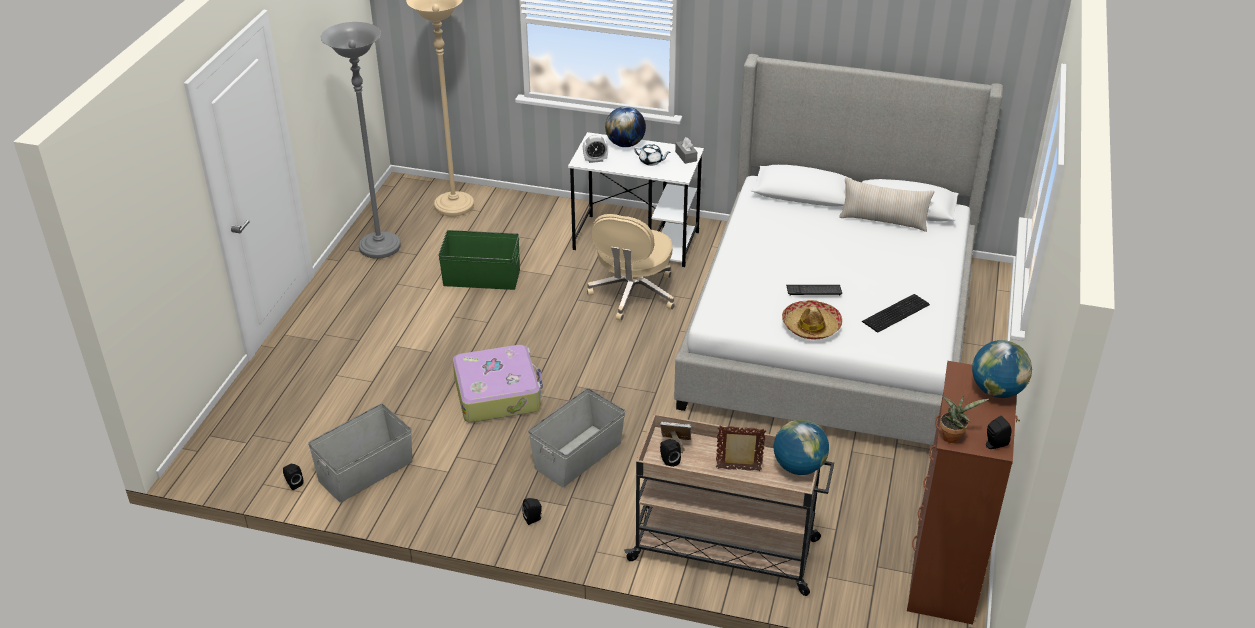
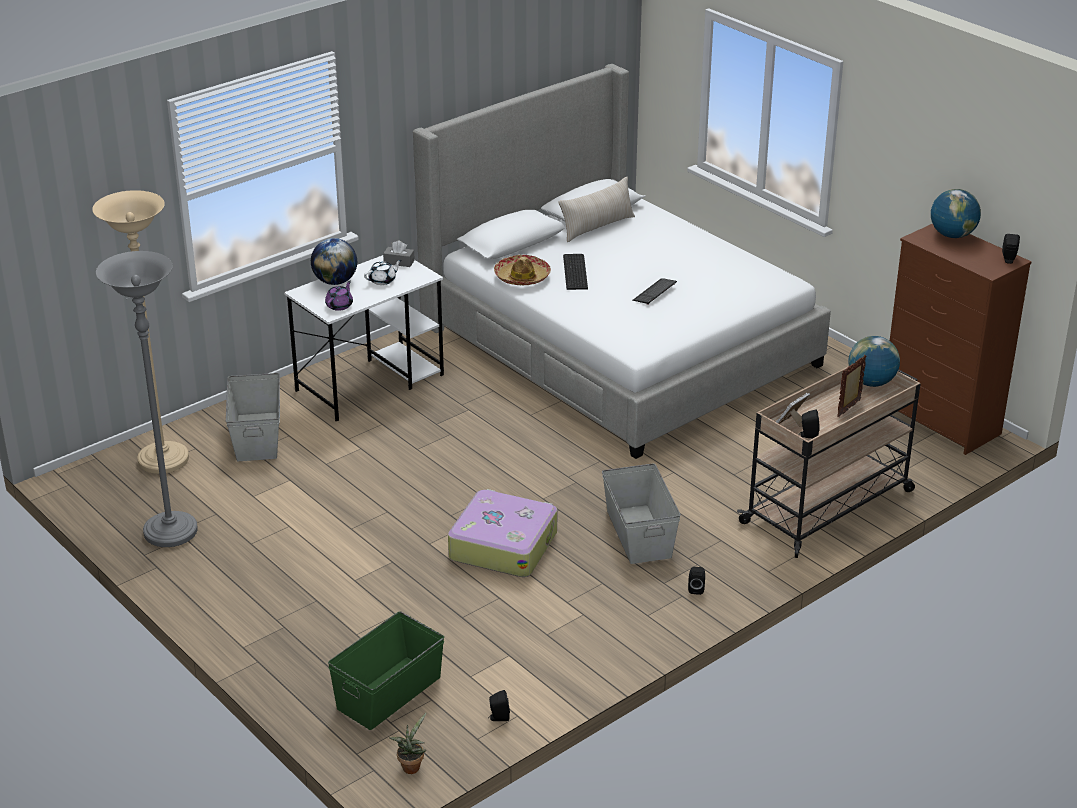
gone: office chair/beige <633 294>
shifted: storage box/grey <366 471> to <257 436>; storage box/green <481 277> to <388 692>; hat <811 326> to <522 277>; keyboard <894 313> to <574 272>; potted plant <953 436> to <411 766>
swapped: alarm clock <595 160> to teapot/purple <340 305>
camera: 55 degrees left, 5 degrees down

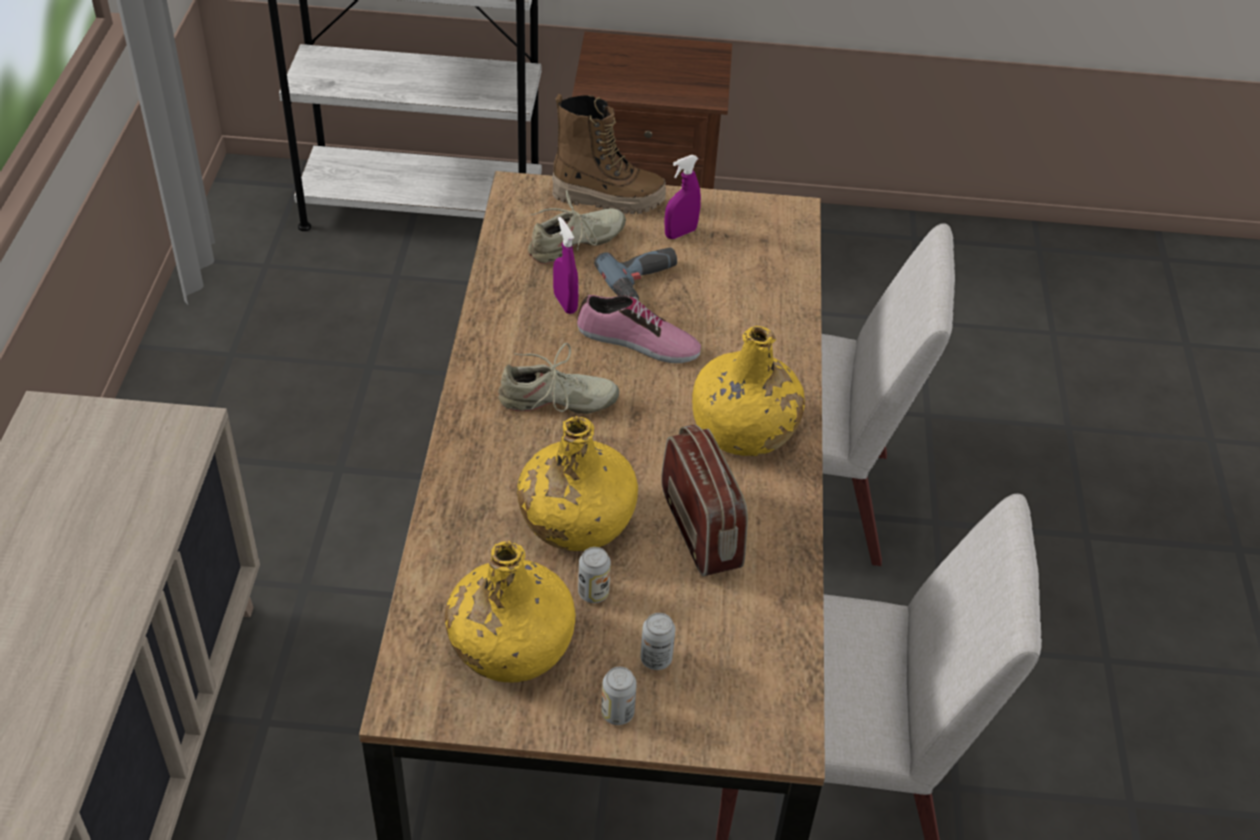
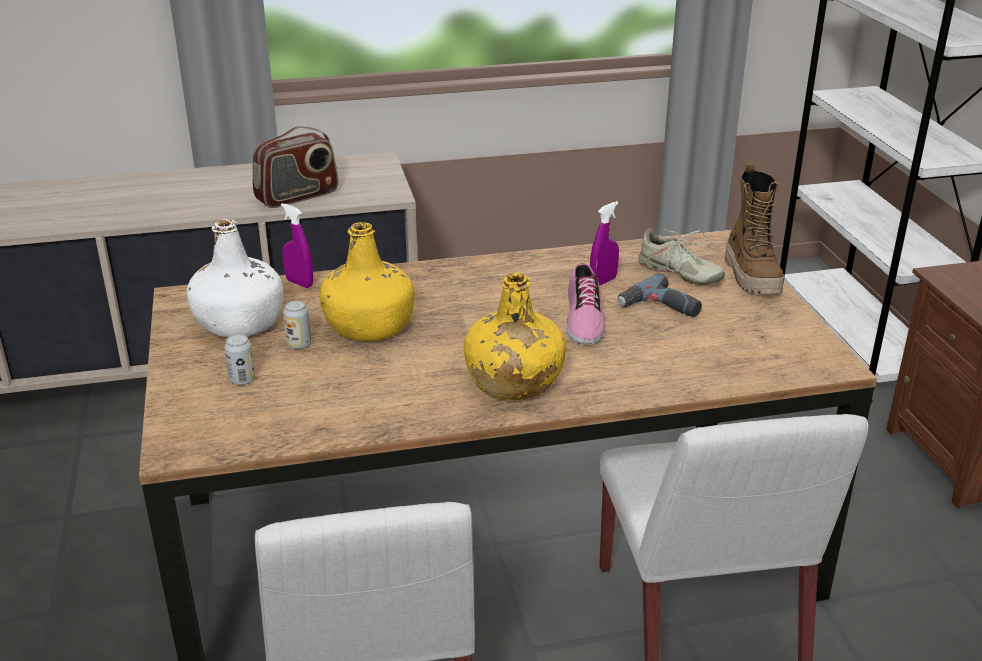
gone: shoe/beige <557 402>; can <617 713>
shifted: radio <701 529> to <297 196>; spray bottle/purple <680 233> to <299 283>
repainted: bottle/yellow <511 644> to bottle/white <240 322>
camera: 75 degrees right, 15 degrees down

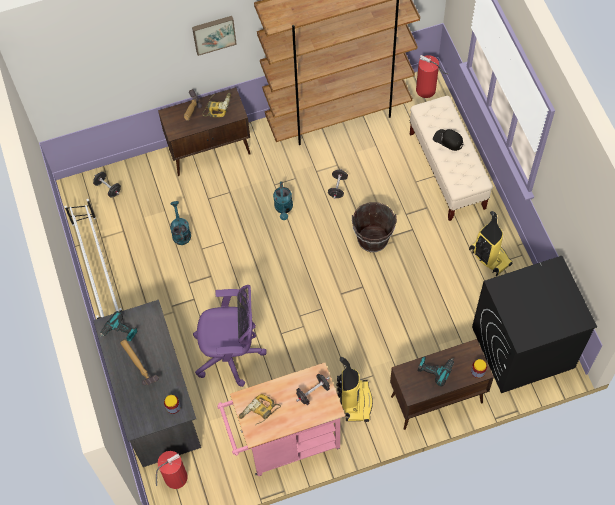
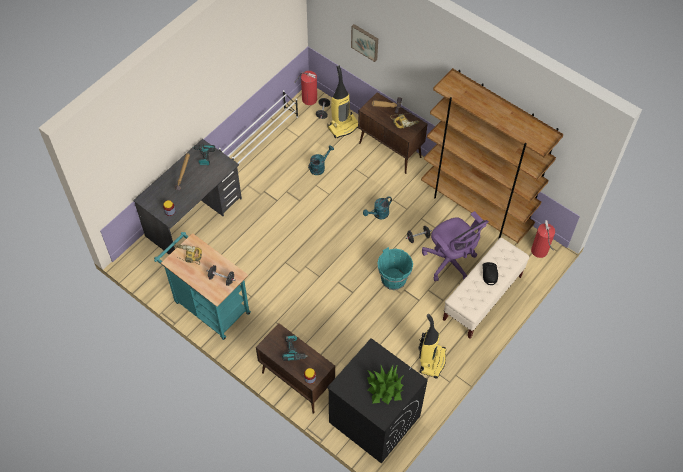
new: potted plant <385 388>
shifted: fire extinguisher <174 478> to <308 99>; picture <213 34> to <365 42>; office chair/purple <231 355> to <450 262>; vacuum cleaner <355 401> to <343 126>
repainted: cart/pink <284 442> to cart/turquoise <209 305>; bucket/brown <372 239> to bucket/turquoise <393 279>
camera: 55 degrees right, 5 degrees down

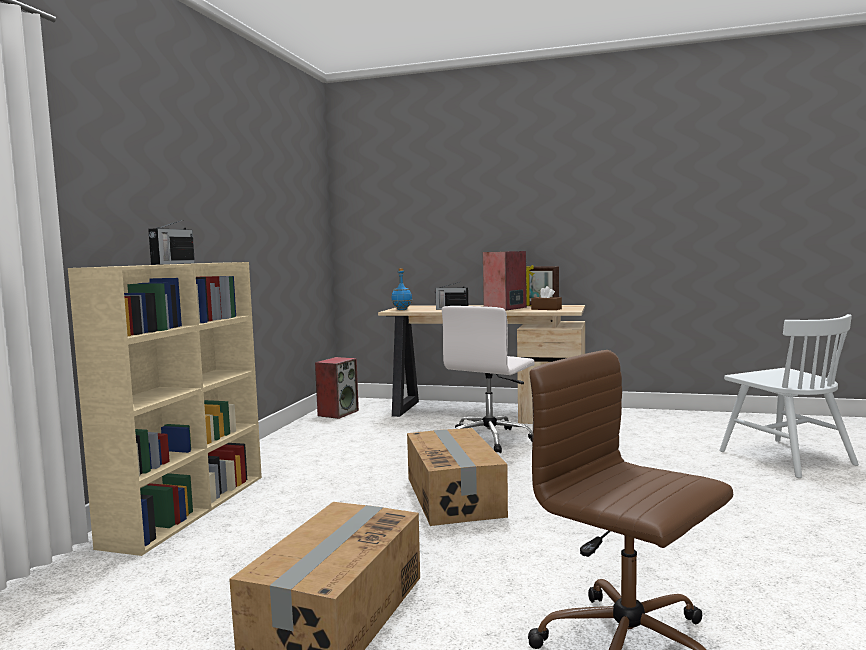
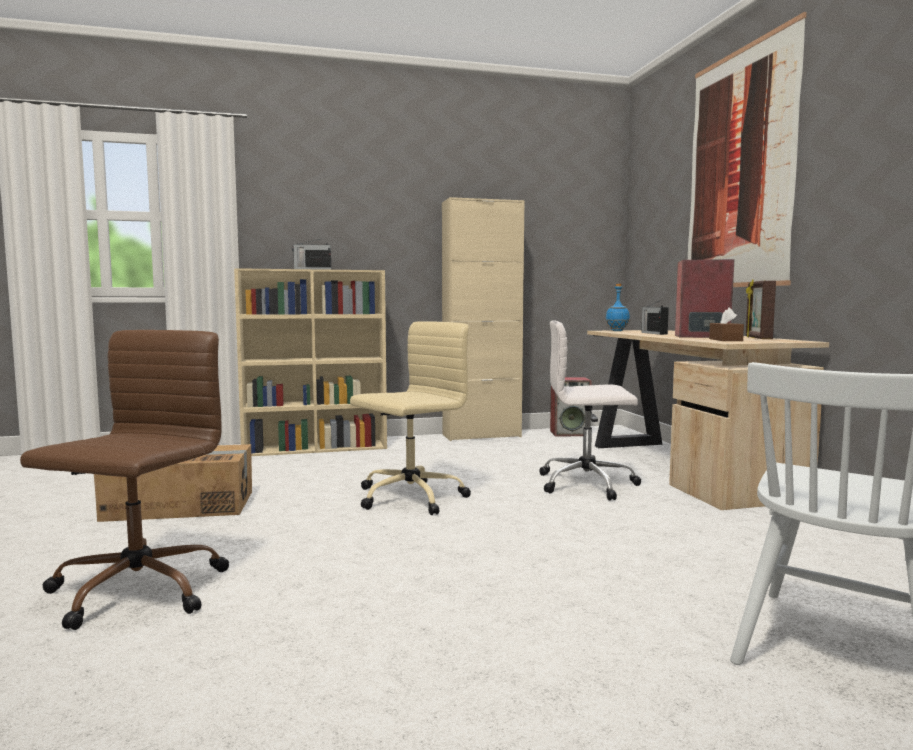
new: cabinet/beige <481 435>; picture <739 169>
swapped: cardboard box <455 496> to office chair/beige <409 498>
camera: 60 degrees right, 0 degrees up

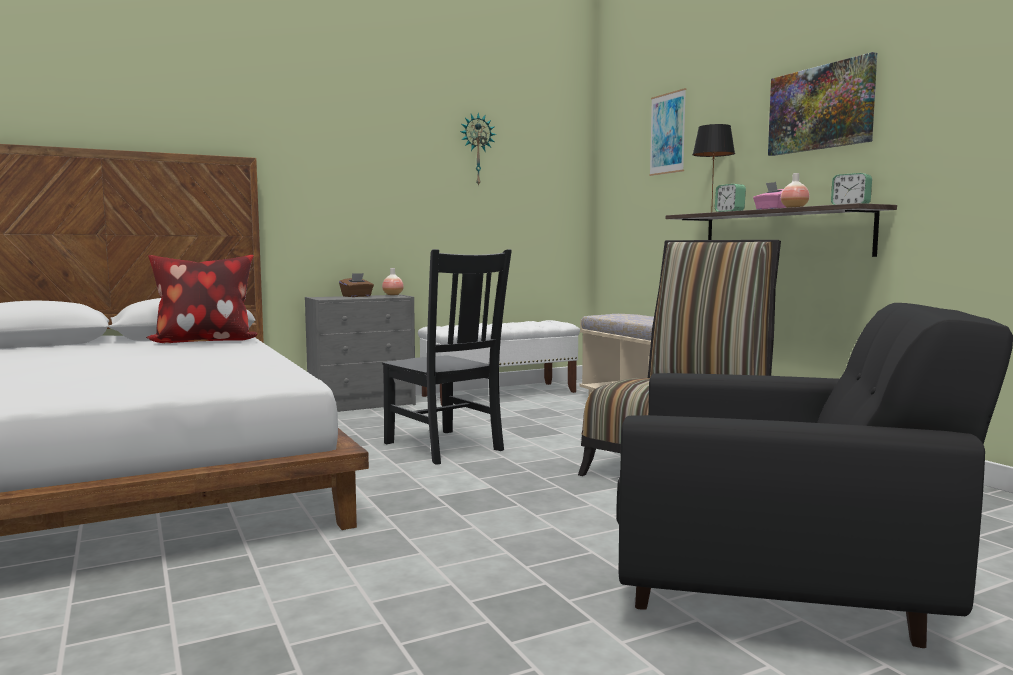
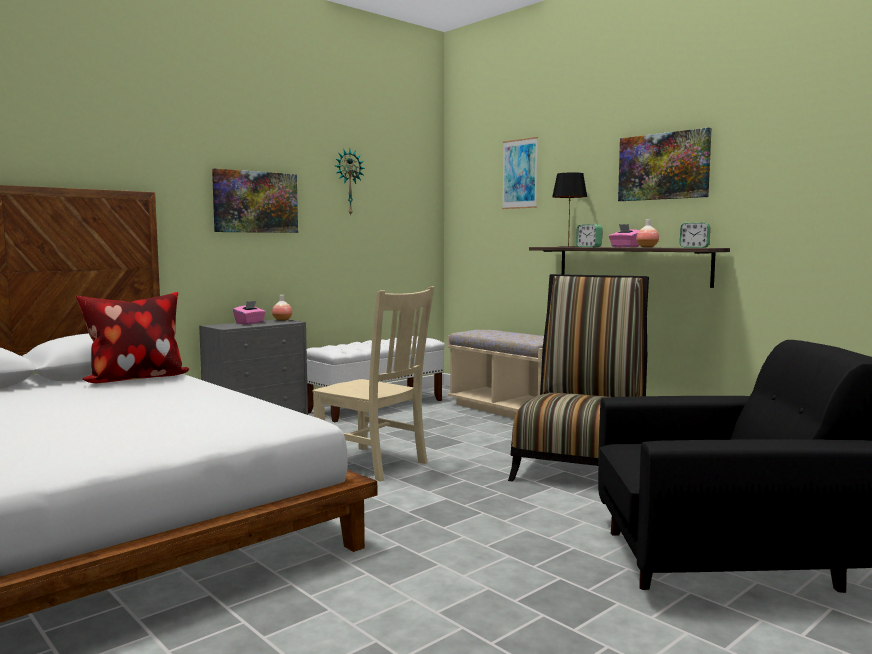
new: picture <255 202>
repainted: tissue box/brown <357 296> to tissue box/pink <250 323>; chair/black <445 447> to chair/beige <374 464>
camera: 15 degrees left, 0 degrees up

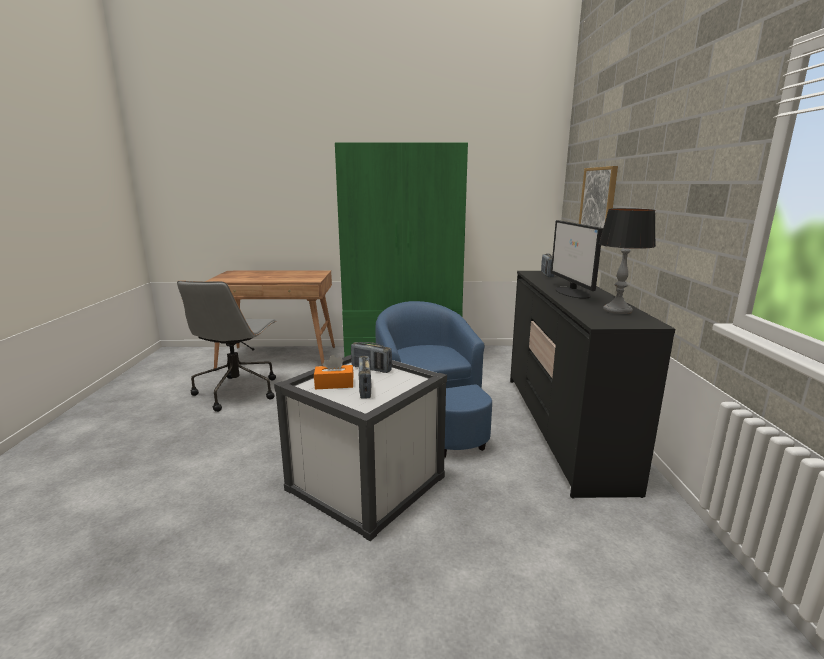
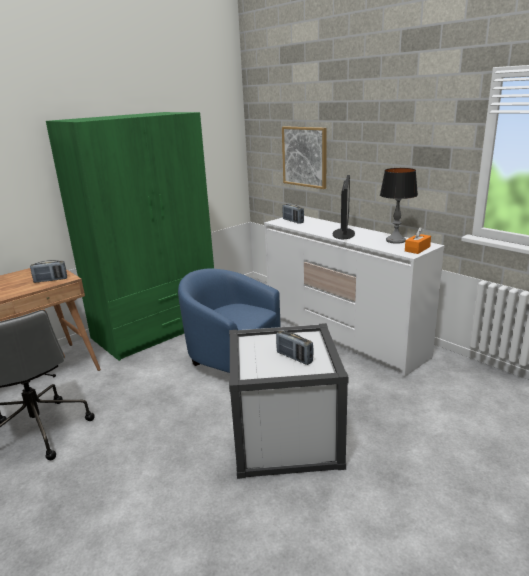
shifted: tissue box/orange <334 384> to <417 249>; radio <371 369> to <51 280>
repainted: dresser/black <562 427> to dresser/white <343 336>
rotated: monitor <572 292> = <344 233> 120 degrees counterclockwise
camera: 40 degrees left, 5 degrees up

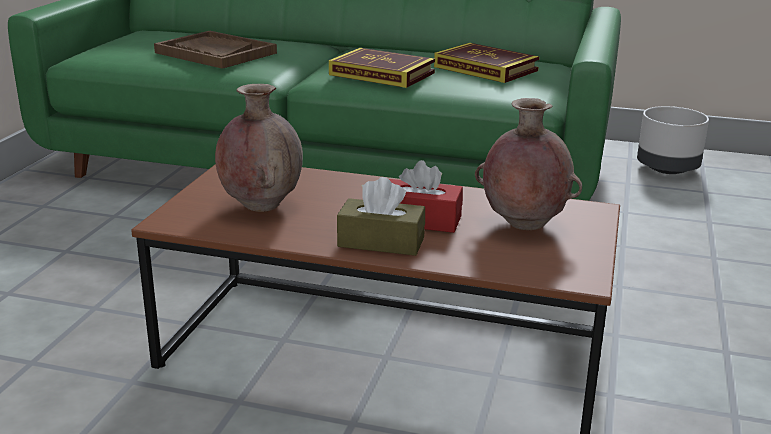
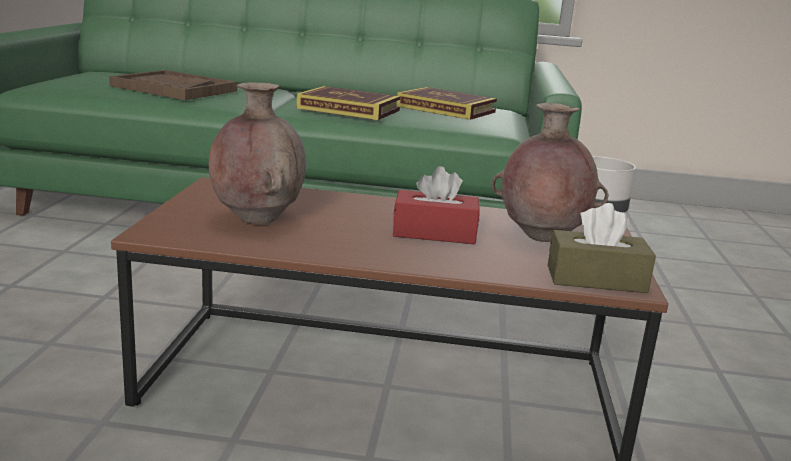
shifted: tissue box/brown <381 242> to <596 279>
camera: 10 degrees left, 5 degrees down

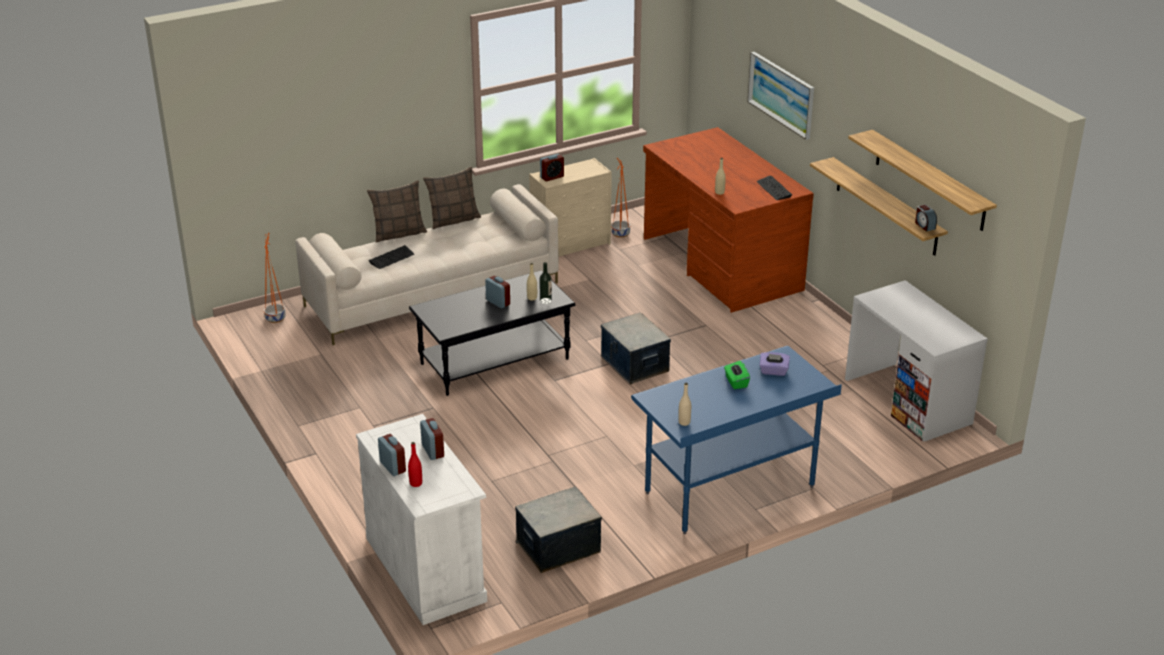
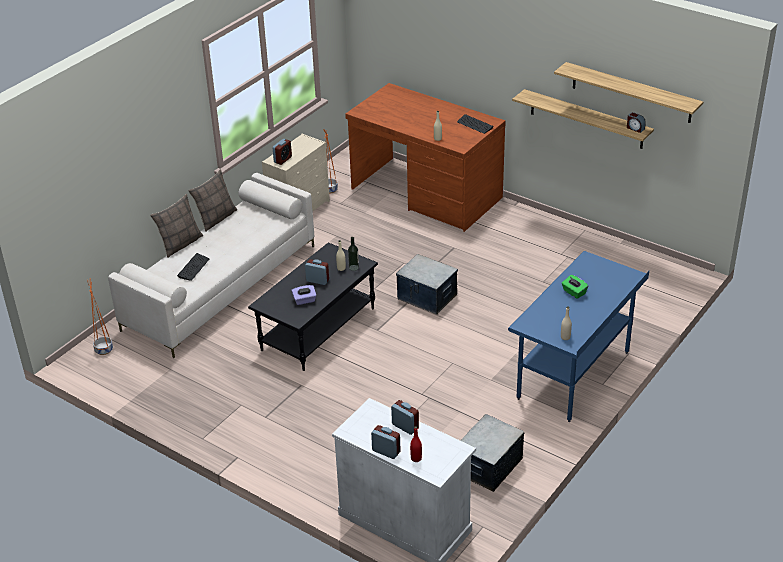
gone: picture <781 94>; desk/white <908 401>
shifted: tissue box/purple <773 371> to <304 300>
camera: 25 degrees left, 5 degrees up

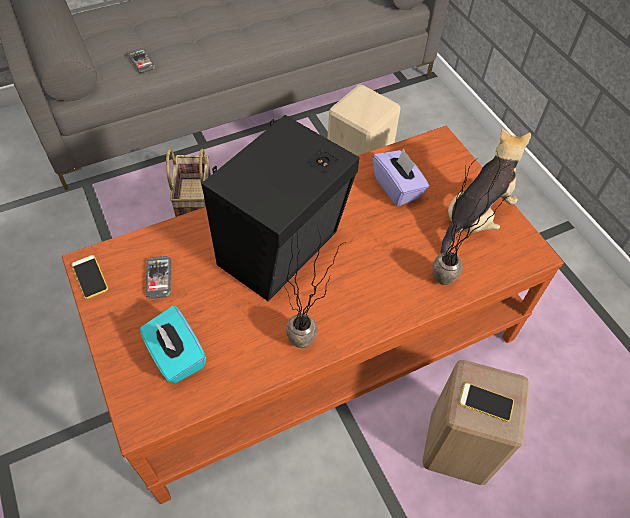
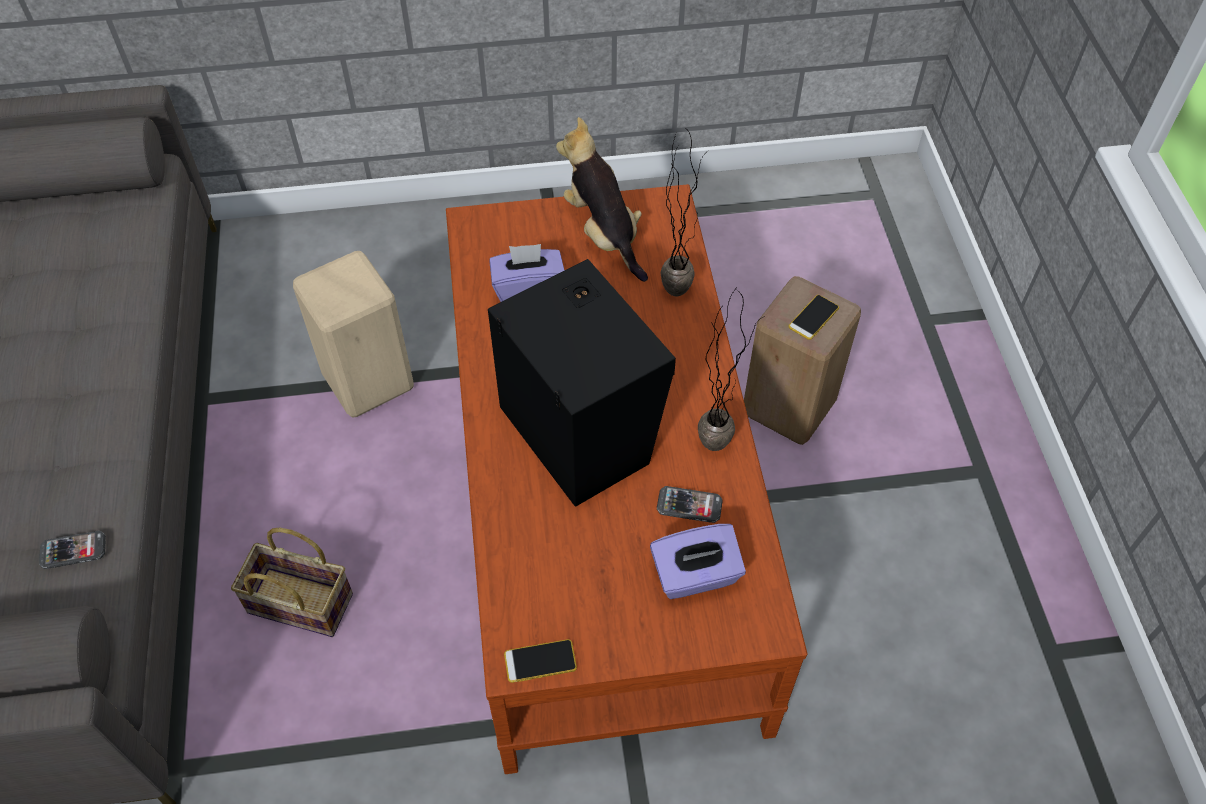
shifted: phone <159 278> to <689 505>
repainted: tissue box/turquoise <176 356> to tissue box/purple <695 576>
camera: 70 degrees left, 0 degrees up

